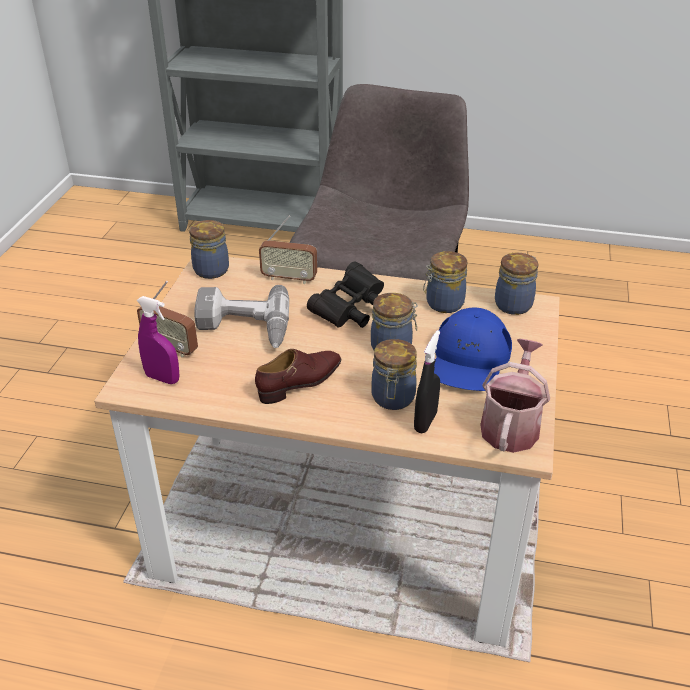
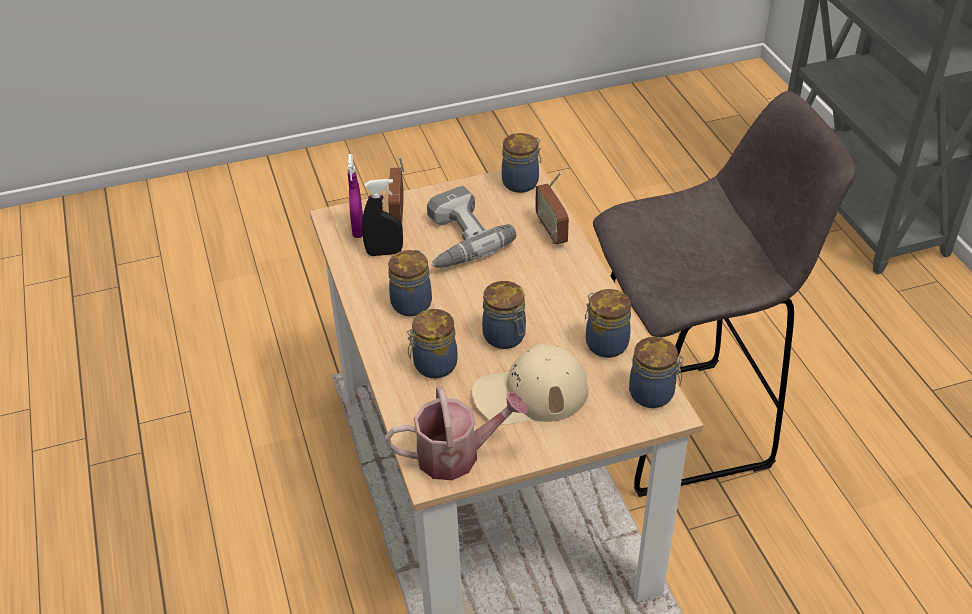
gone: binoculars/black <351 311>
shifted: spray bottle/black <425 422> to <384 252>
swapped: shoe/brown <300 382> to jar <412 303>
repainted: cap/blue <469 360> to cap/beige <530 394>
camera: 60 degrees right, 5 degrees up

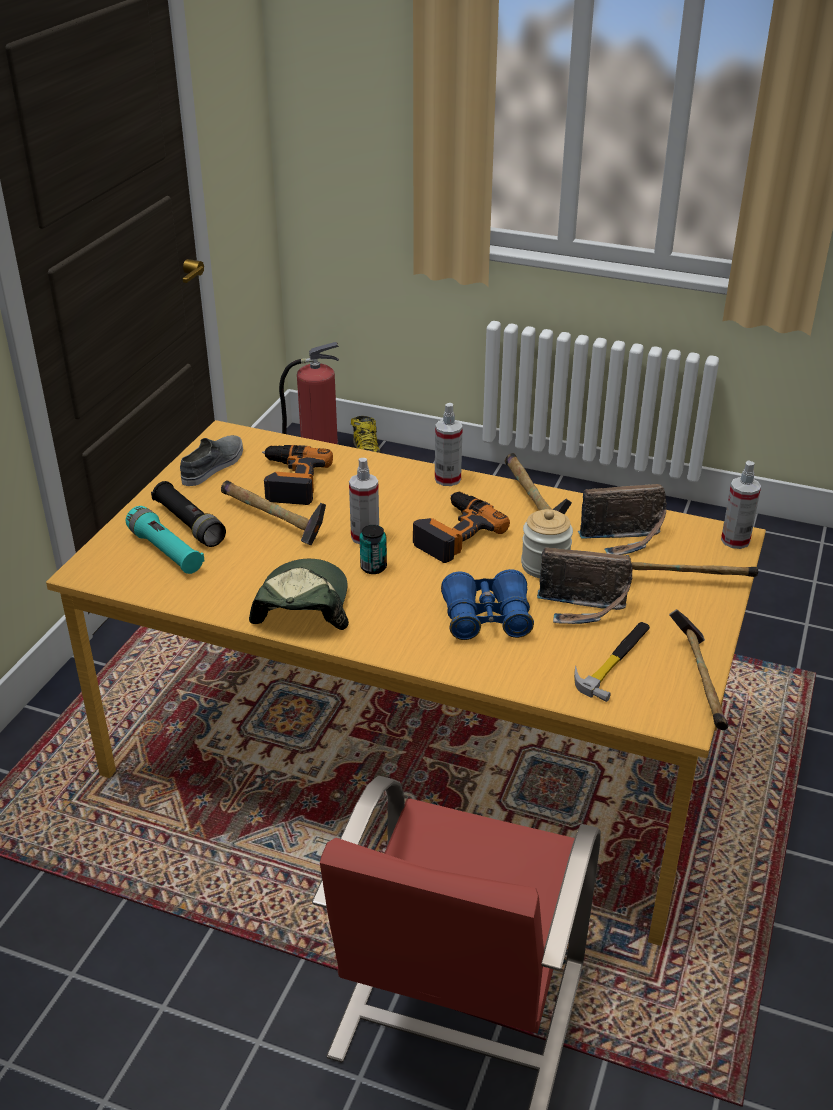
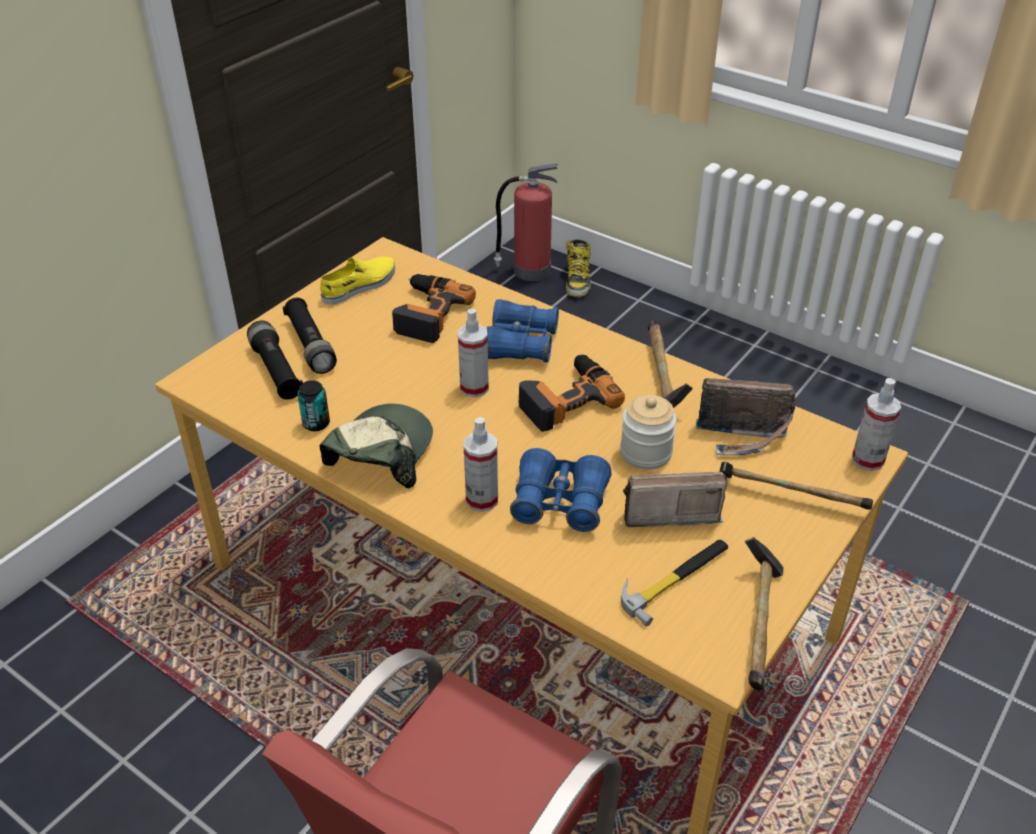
gone: hammer <273 521>
new: binoculars/blue <521 344>
shifted: can <373 567> to <316 423>; spray bottle <447 479> to <482 500>
repainted: flashlight/turquoise <166 551> to flashlight/black <276 371>; shoe/grey <214 465> to shoe/yellow <360 286>
rotated: radio <583 609> = <666 511> 150 degrees clockwise
camera: 15 degrees right, 5 degrees up

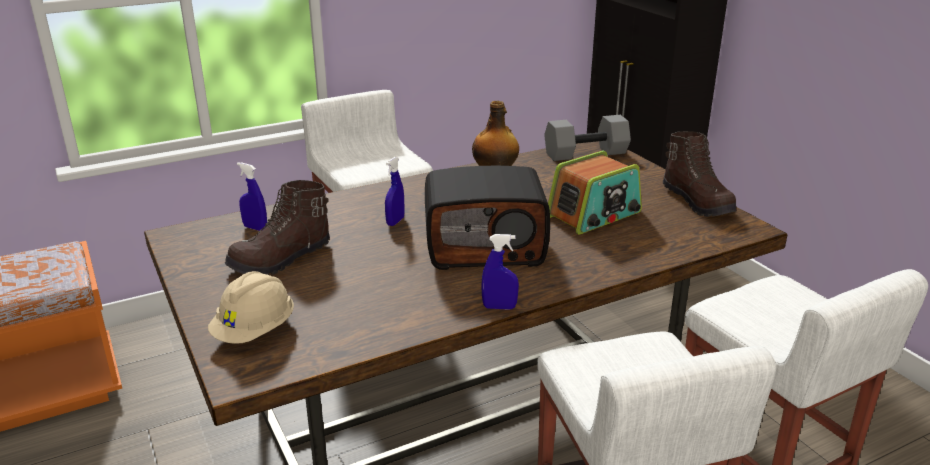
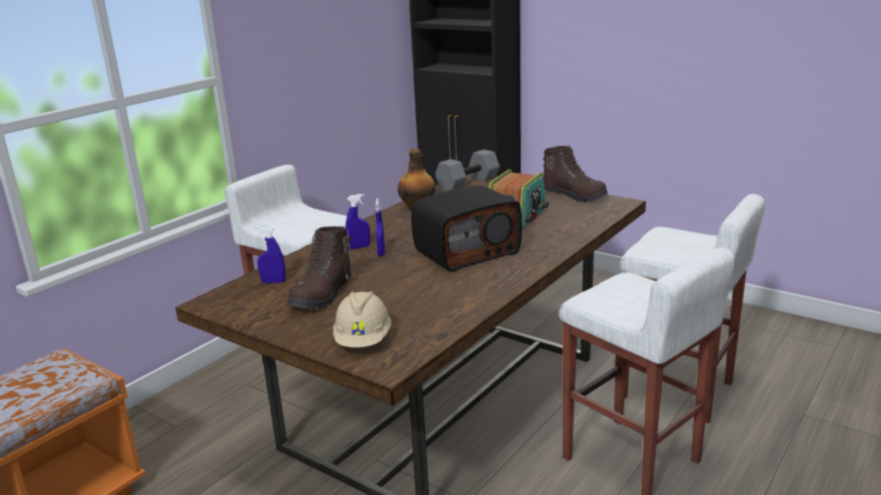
shifted: spray bottle/blue <499 307> to <359 247>
camera: 25 degrees left, 5 degrees down

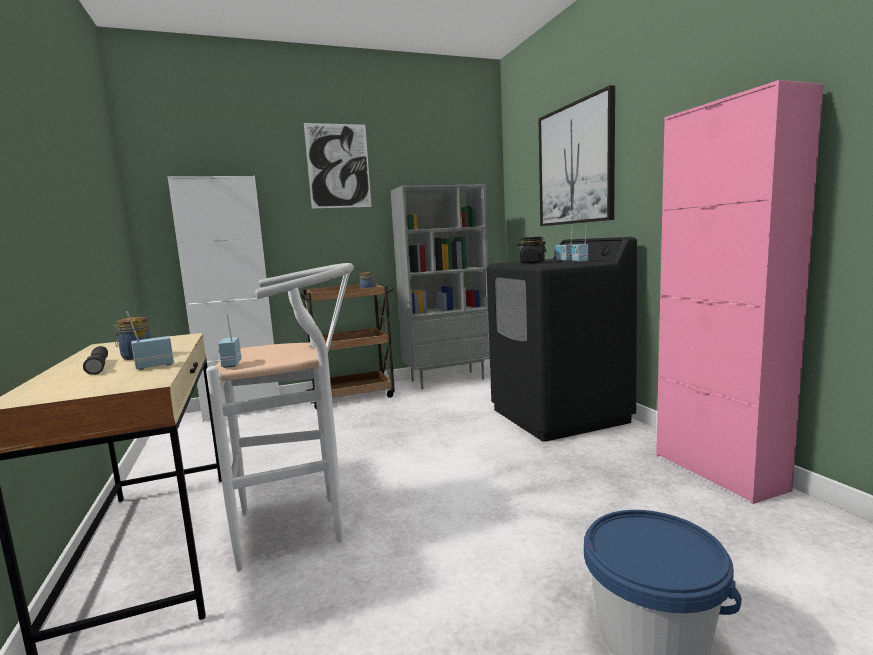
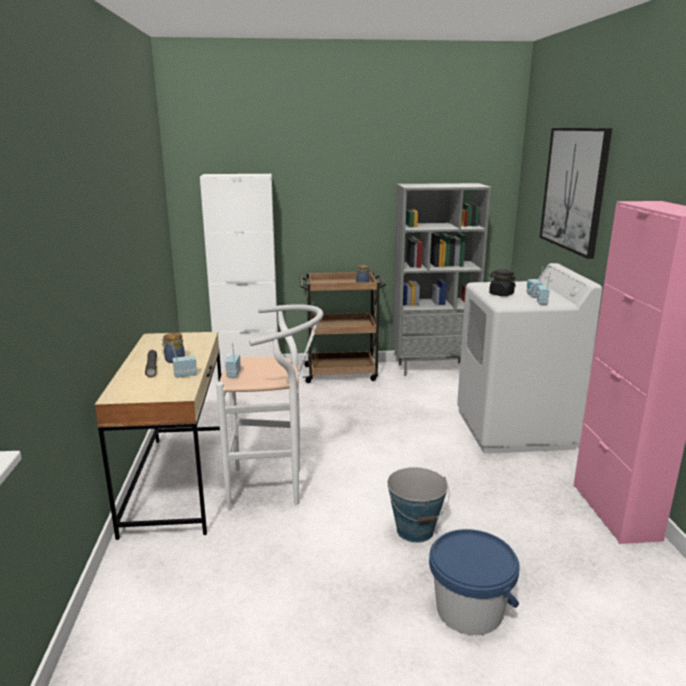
gone: picture <338 166>
new: bucket <415 530>
repainted: washing machine/black <559 416> to washing machine/white <514 429>
camera: 15 degrees right, 10 degrees up

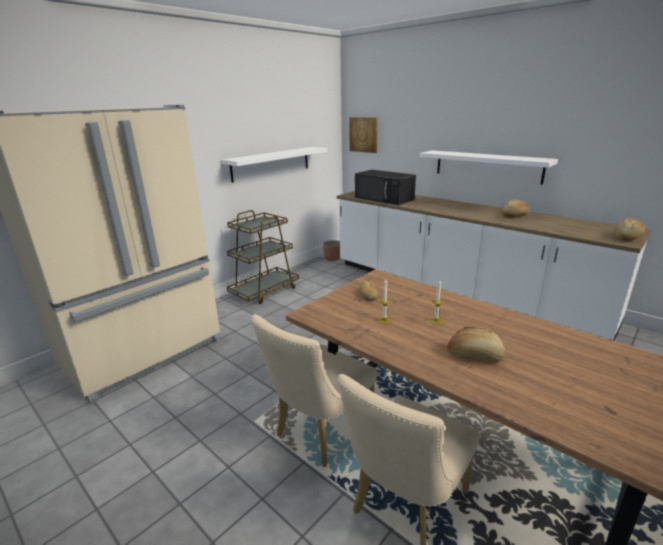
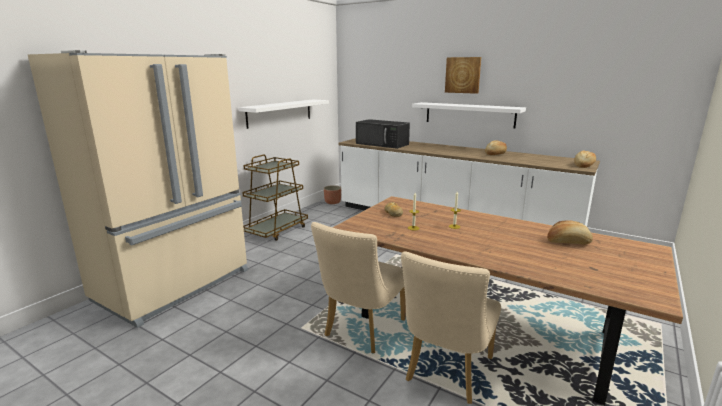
shifted: picture <364 134> to <463 75>; bread <475 355> to <568 242>
camera: 10 degrees left, 5 degrees down

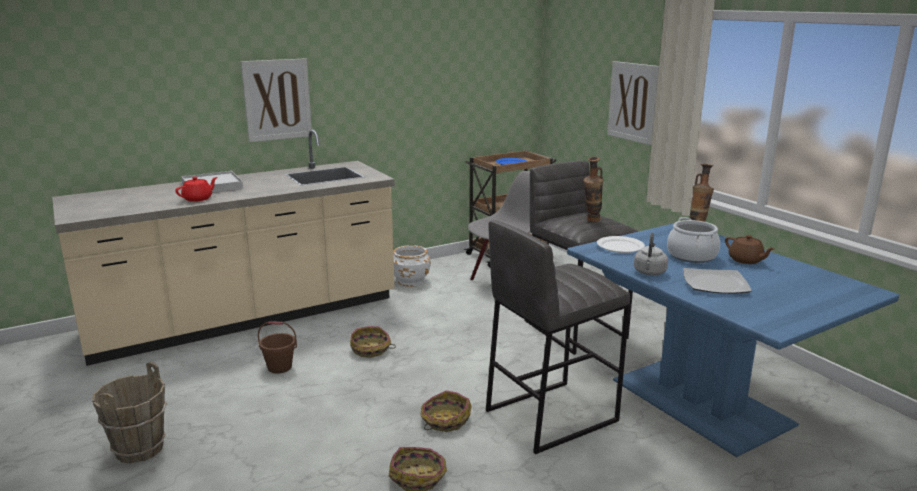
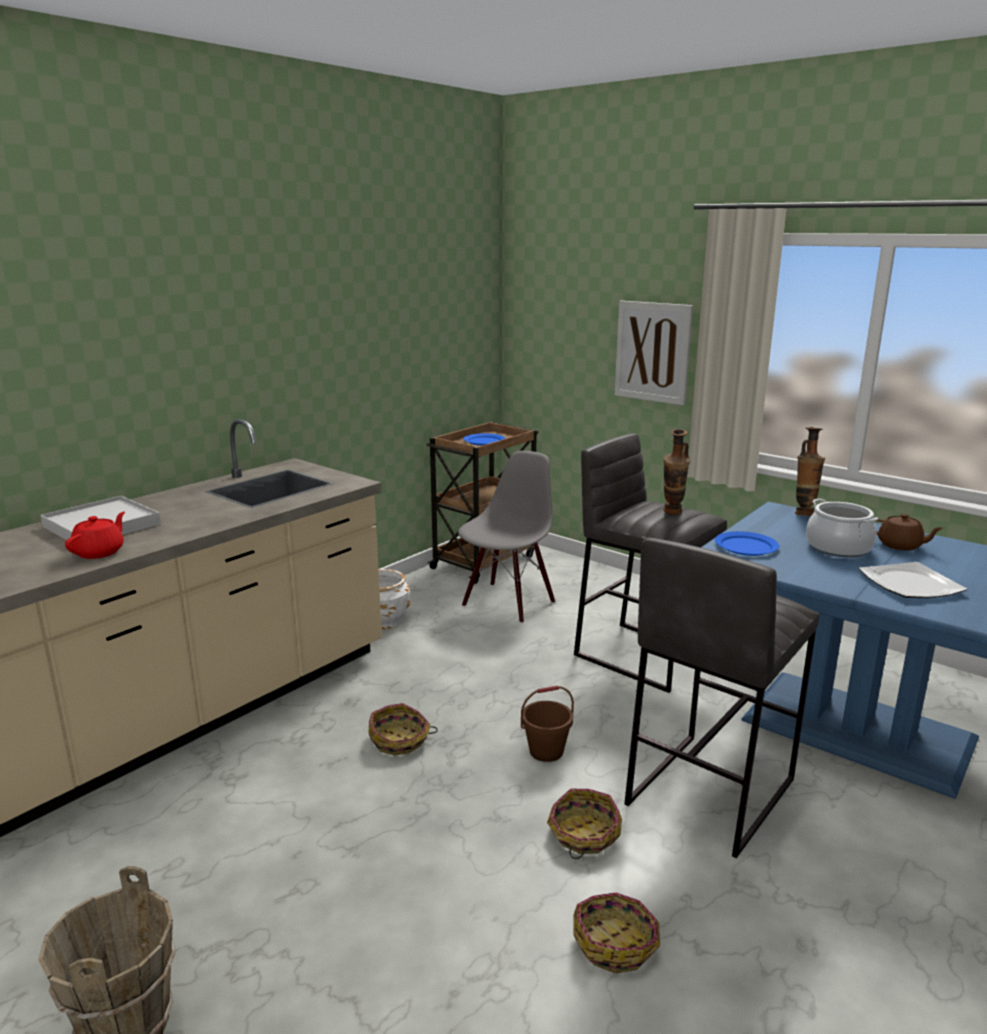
gone: picture <277 100>; kettle/grey <649 273>
shifted: bucket/brown <280 367> to <546 751>
repainted: plate/white <620 247> to plate/blue <745 546>
camera: 20 degrees left, 0 degrees up

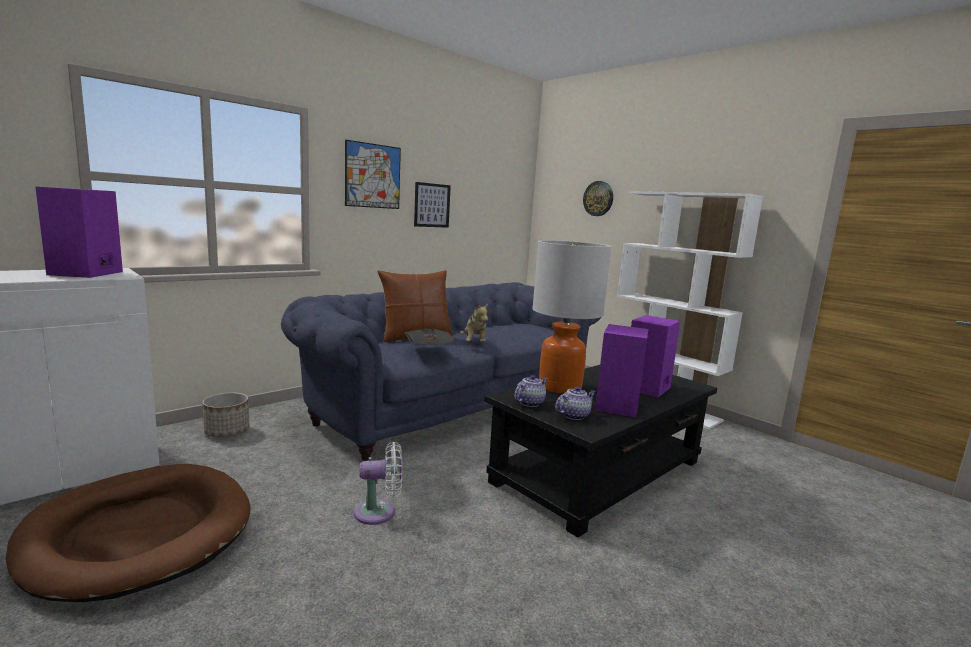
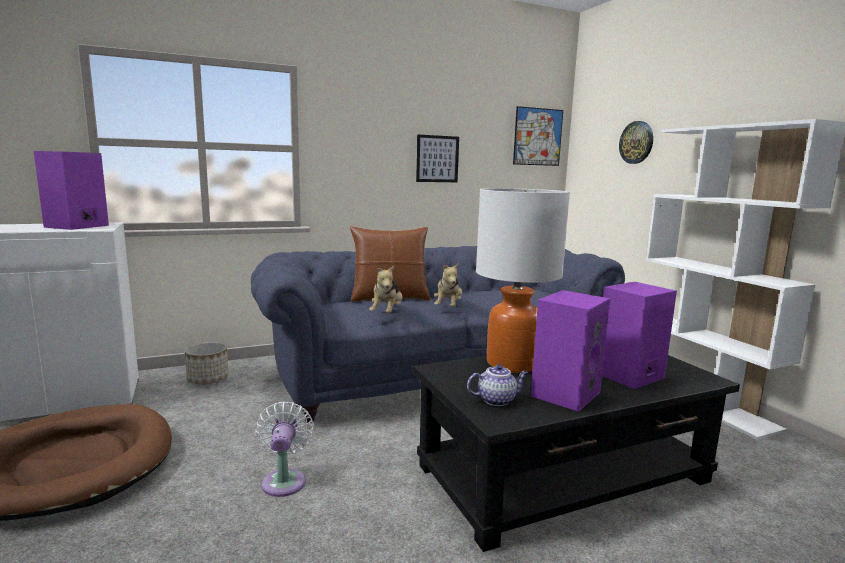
gone: teapot <530 403>
shifted: picture <373 176> to <537 137>
swapped: newspaper <429 351> to plush toy <387 313>
rotated: fan/white <379 512> = <284 480> 105 degrees counterclockwise
camera: 20 degrees right, 0 degrees up

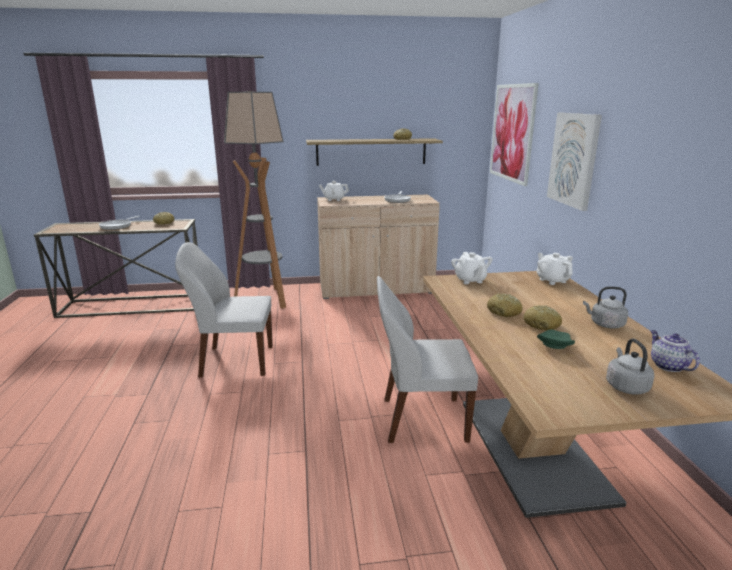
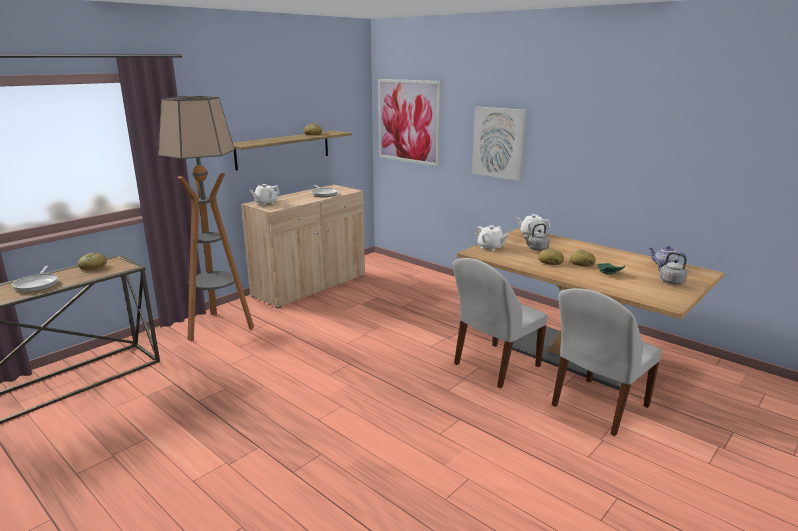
shifted: chair/white <234 361> to <598 407>; kettle/grey <605 324> to <536 249>
camera: 40 degrees left, 0 degrees up

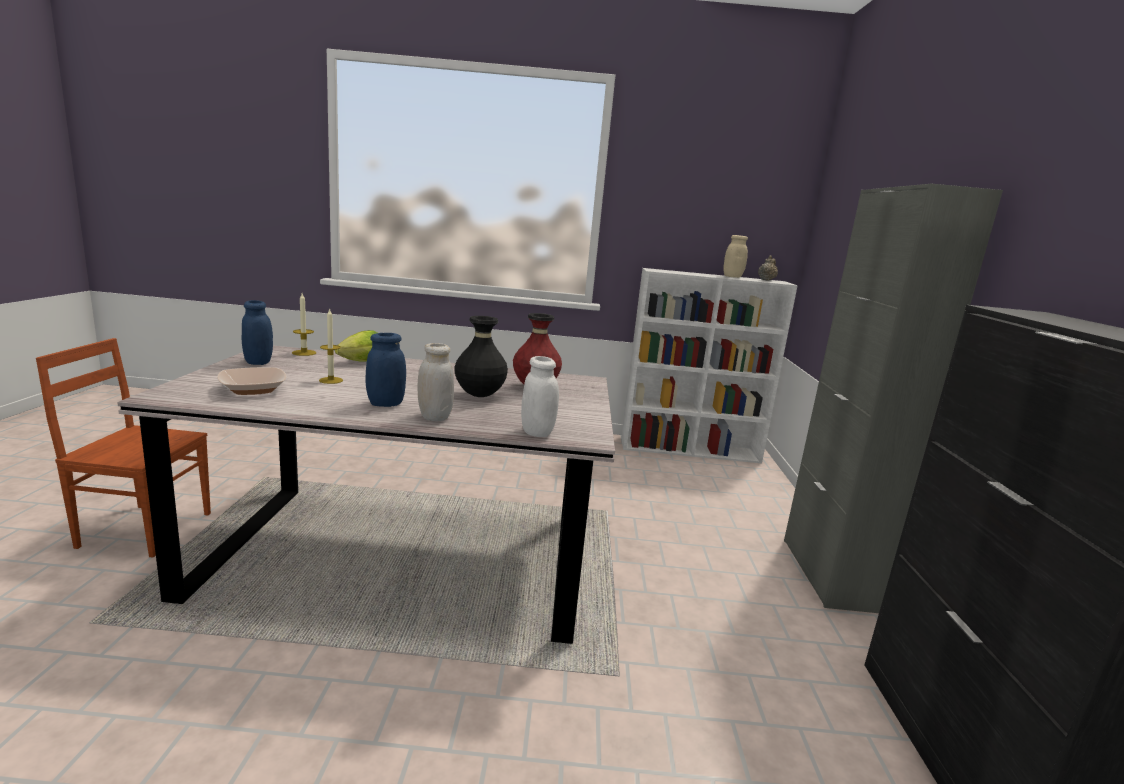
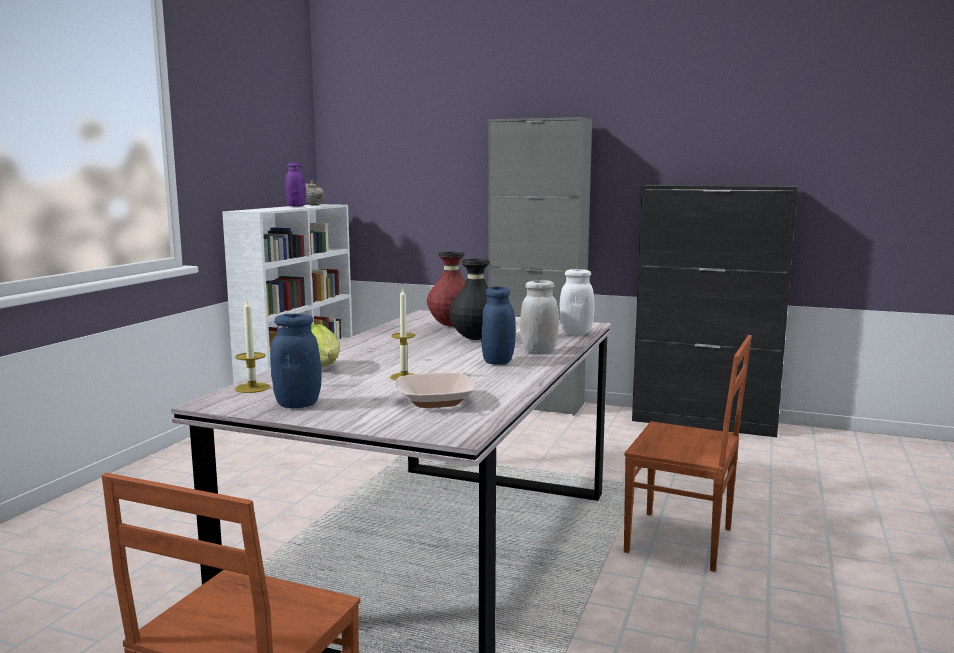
new: chair/brown <680 541>
repainted: jar/beige <732 277> to jar/purple <296 206>
camera: 70 degrees left, 5 degrees down

